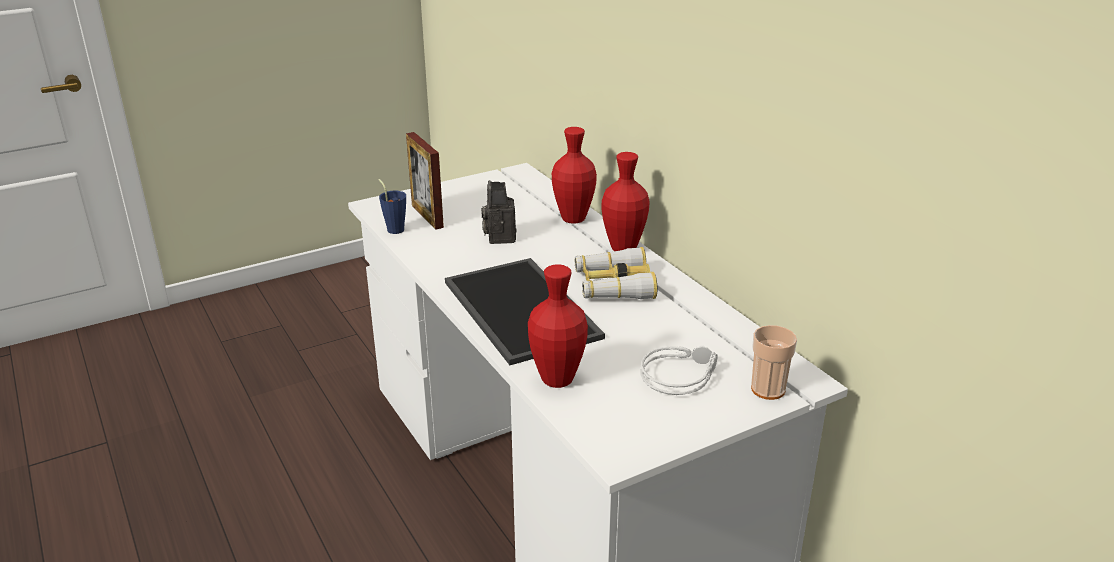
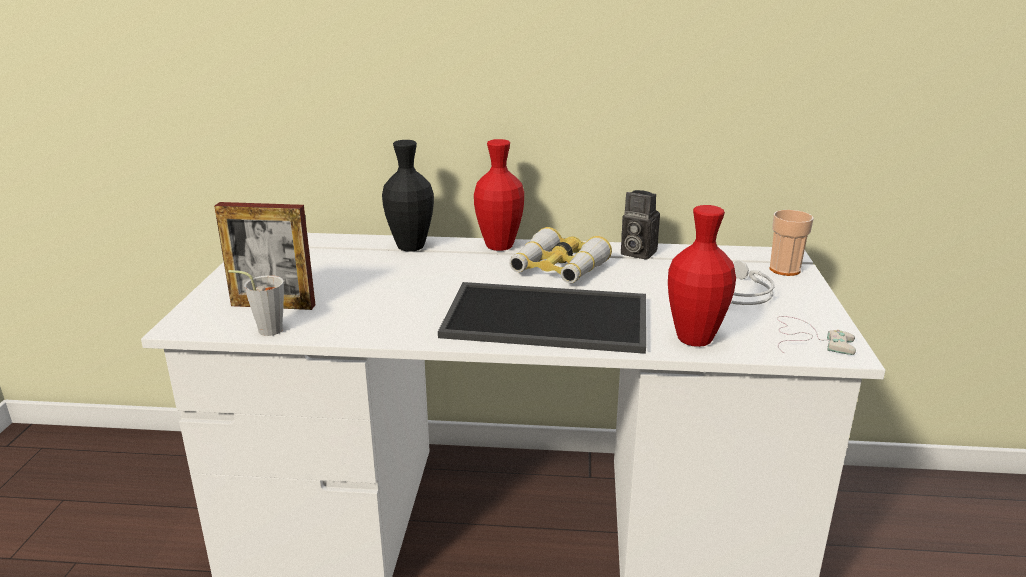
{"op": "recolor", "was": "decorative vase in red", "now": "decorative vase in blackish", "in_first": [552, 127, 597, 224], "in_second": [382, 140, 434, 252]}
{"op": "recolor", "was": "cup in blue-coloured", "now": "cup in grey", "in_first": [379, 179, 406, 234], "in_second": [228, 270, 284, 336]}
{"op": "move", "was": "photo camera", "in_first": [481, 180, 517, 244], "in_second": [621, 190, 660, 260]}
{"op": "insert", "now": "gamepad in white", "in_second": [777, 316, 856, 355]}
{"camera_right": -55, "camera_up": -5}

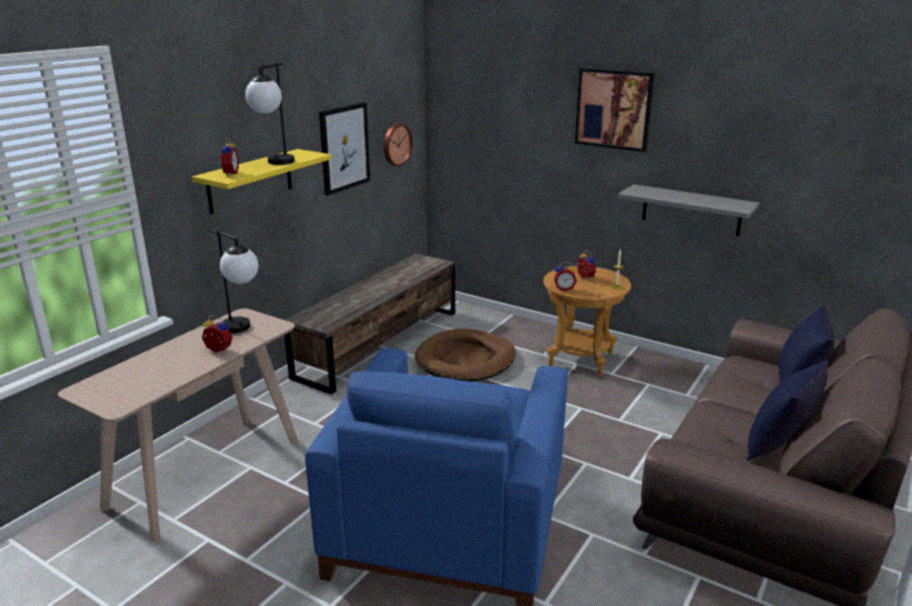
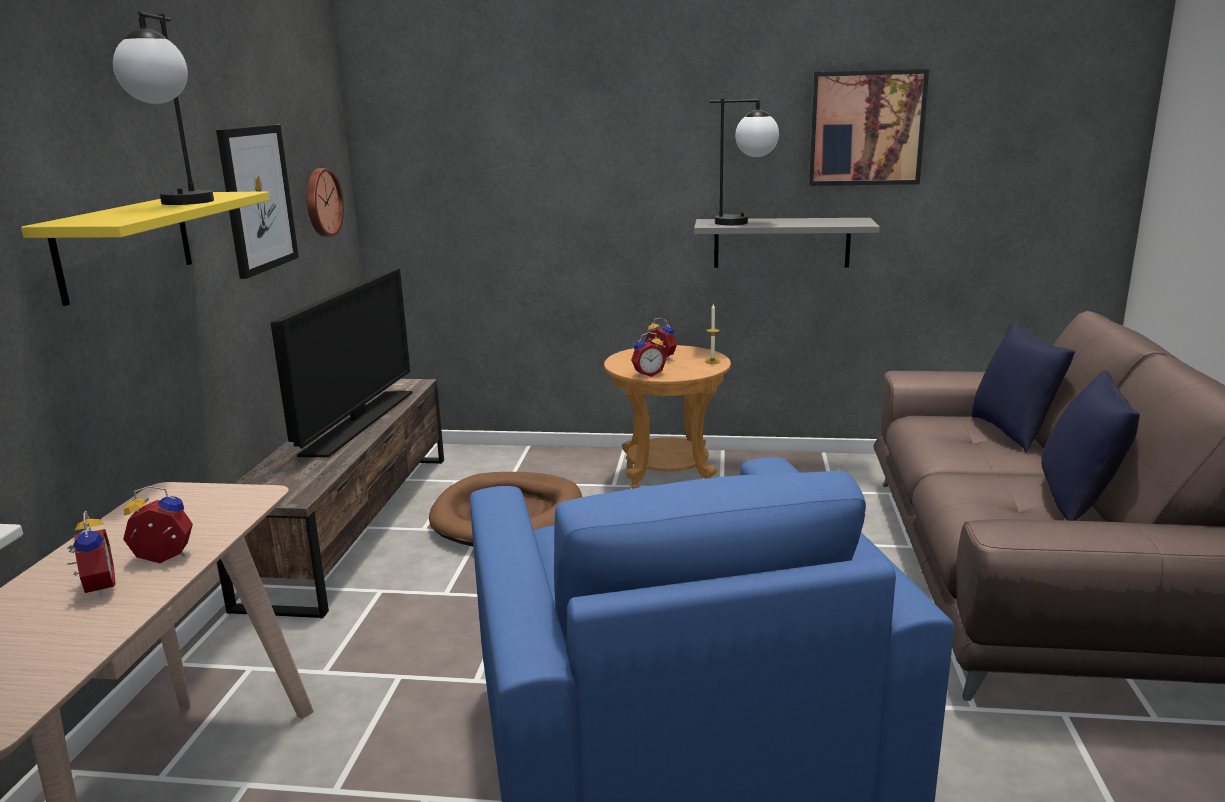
{"op": "move", "was": "wall art", "in_first": [575, 68, 655, 152], "in_second": [809, 69, 929, 186]}
{"op": "move", "was": "bedside clock", "in_first": [218, 138, 239, 176], "in_second": [67, 510, 116, 598]}
{"op": "move", "was": "table lamp", "in_first": [212, 229, 259, 333], "in_second": [710, 99, 779, 225]}
{"op": "insert", "now": "TV", "in_second": [270, 269, 412, 457]}
{"camera_right": -25, "camera_up": -5}

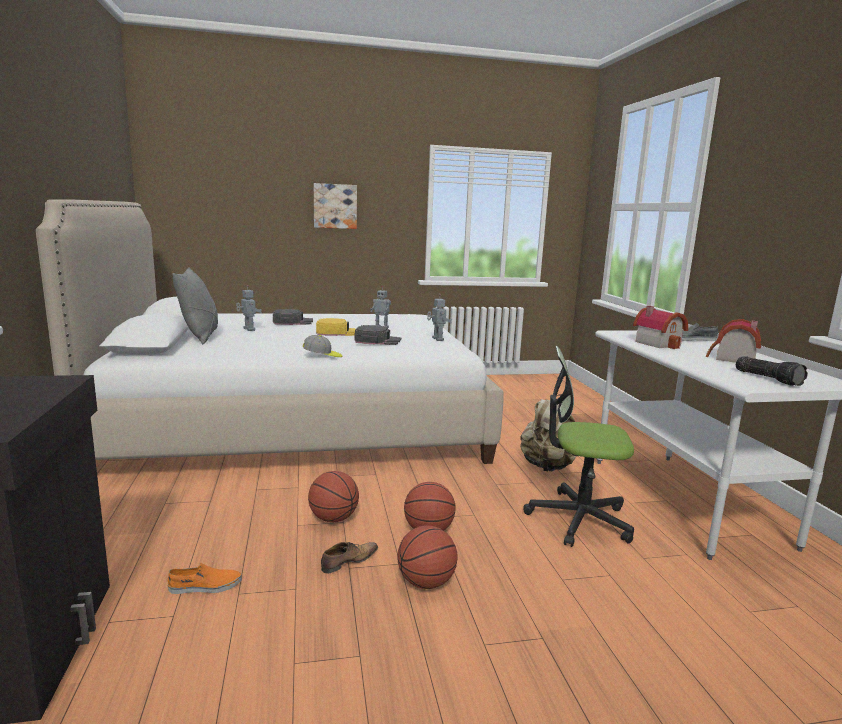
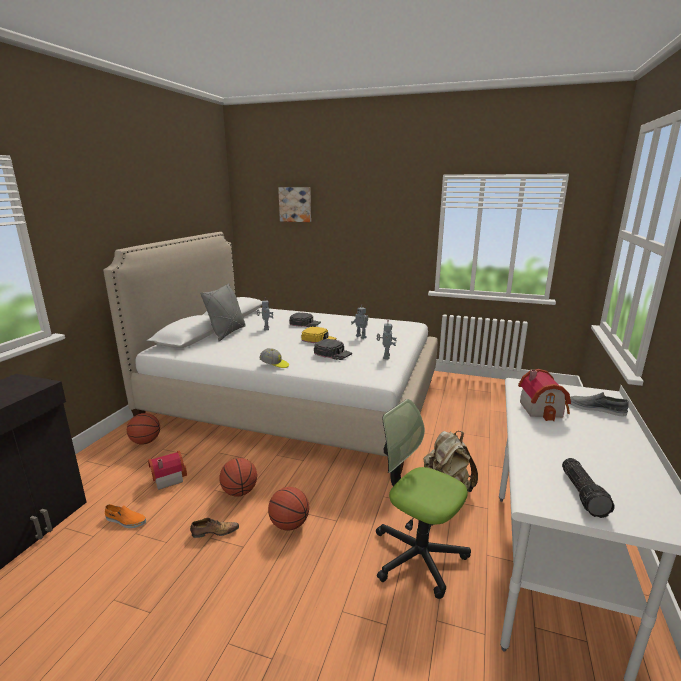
{"op": "move", "was": "wall art", "in_first": [314, 183, 357, 229], "in_second": [278, 187, 311, 222]}
{"op": "move", "was": "toy house", "in_first": [706, 319, 761, 363], "in_second": [148, 451, 187, 490]}
{"op": "move", "was": "basketball", "in_first": [397, 526, 458, 589], "in_second": [127, 413, 160, 445]}
{"camera_right": 30, "camera_up": 5}

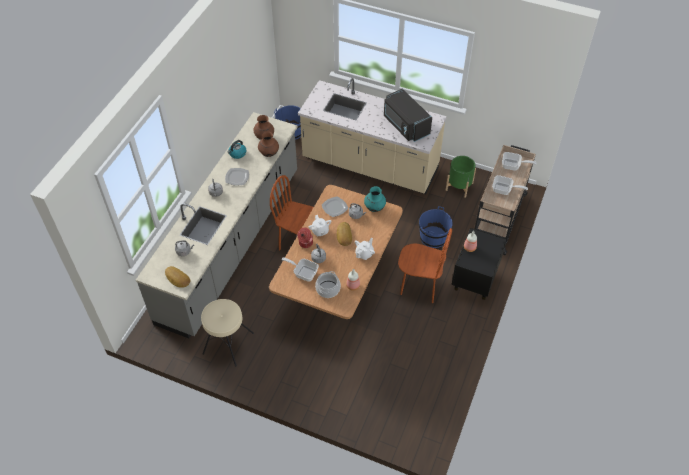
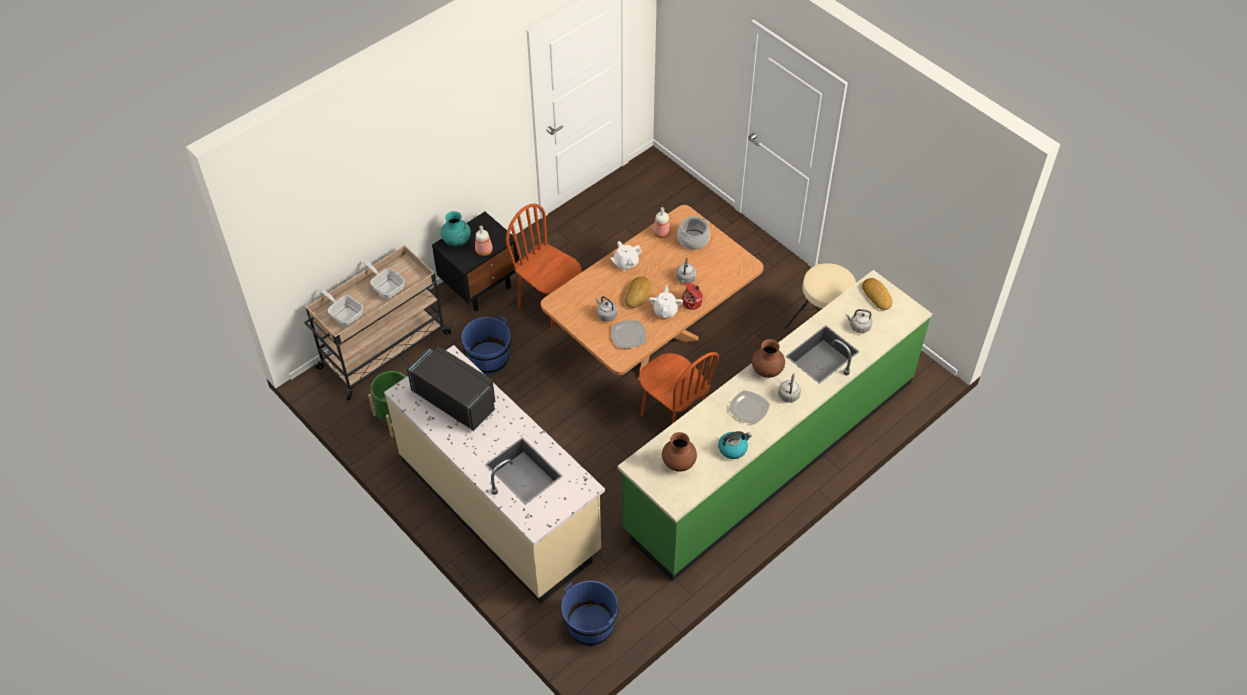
{"op": "rotate", "was": "microwave in blackish", "in_first": [384, 89, 432, 142], "in_second": [407, 346, 495, 431], "clockwise": -45}
{"op": "recolor", "was": "kitchen counter in grey", "now": "kitchen counter in green", "in_first": [136, 112, 298, 338], "in_second": [617, 270, 932, 581]}
{"op": "move", "was": "decorative vase in brownish", "in_first": [258, 131, 279, 157], "in_second": [752, 339, 785, 378]}
{"op": "move", "was": "decorative vase in blue-green", "in_first": [364, 186, 386, 212], "in_second": [441, 211, 471, 247]}
{"op": "delete", "was": "skillet", "in_first": [282, 257, 319, 282]}
{"camera_right": -155, "camera_up": 0}

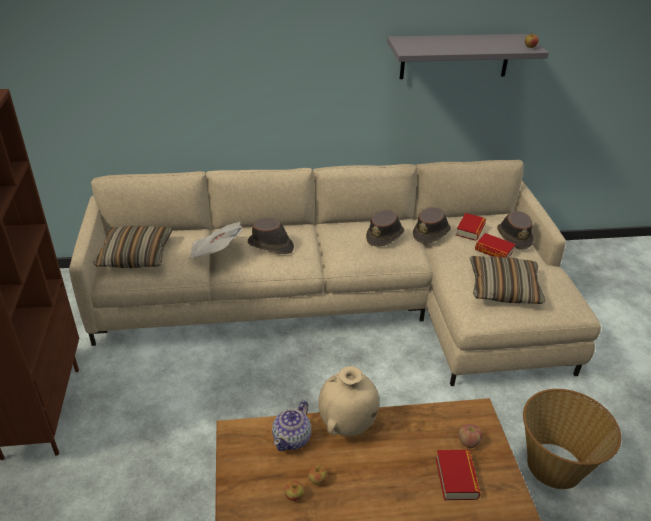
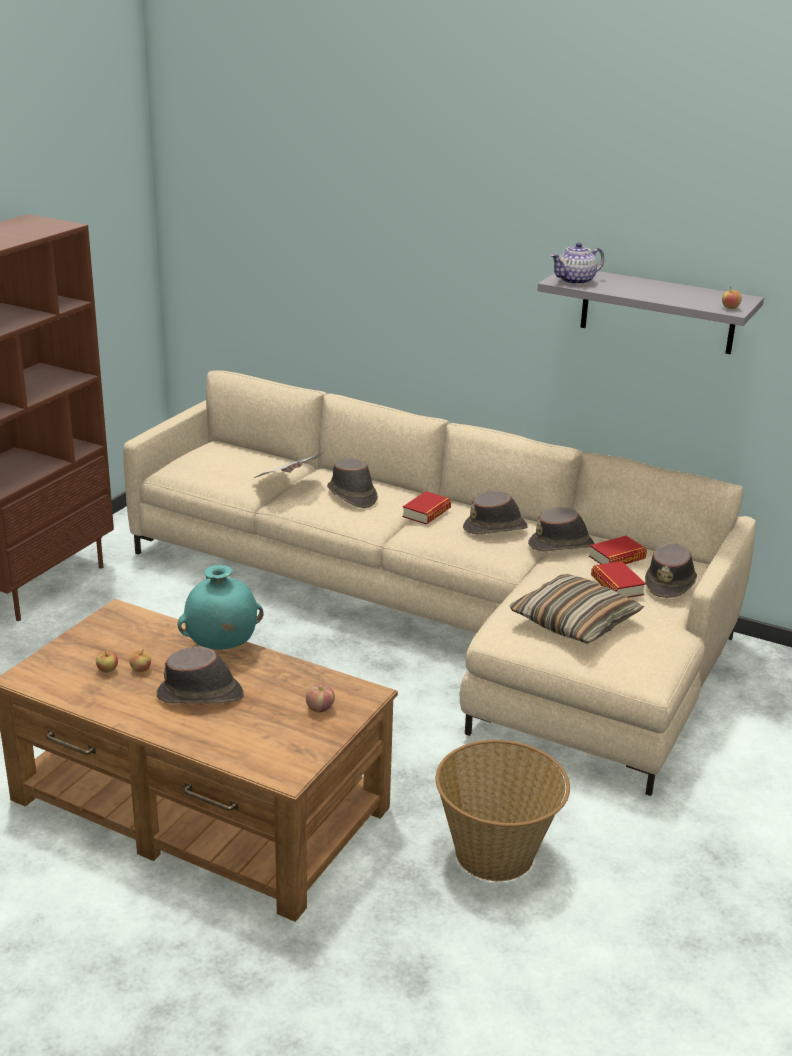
{"op": "delete", "was": "pillow", "in_first": [93, 226, 172, 268]}
{"op": "recolor", "was": "decorative vase in beige-coloured", "now": "decorative vase in blue-green", "in_first": [318, 366, 379, 436], "in_second": [178, 565, 263, 650]}
{"op": "move", "was": "teapot", "in_first": [272, 400, 311, 451], "in_second": [550, 242, 604, 285]}
{"op": "move", "was": "volume", "in_first": [436, 450, 481, 500], "in_second": [402, 491, 451, 525]}
{"op": "insert", "now": "clothing hat in brownish", "in_second": [157, 646, 244, 704]}
{"camera_right": 35, "camera_up": -10}

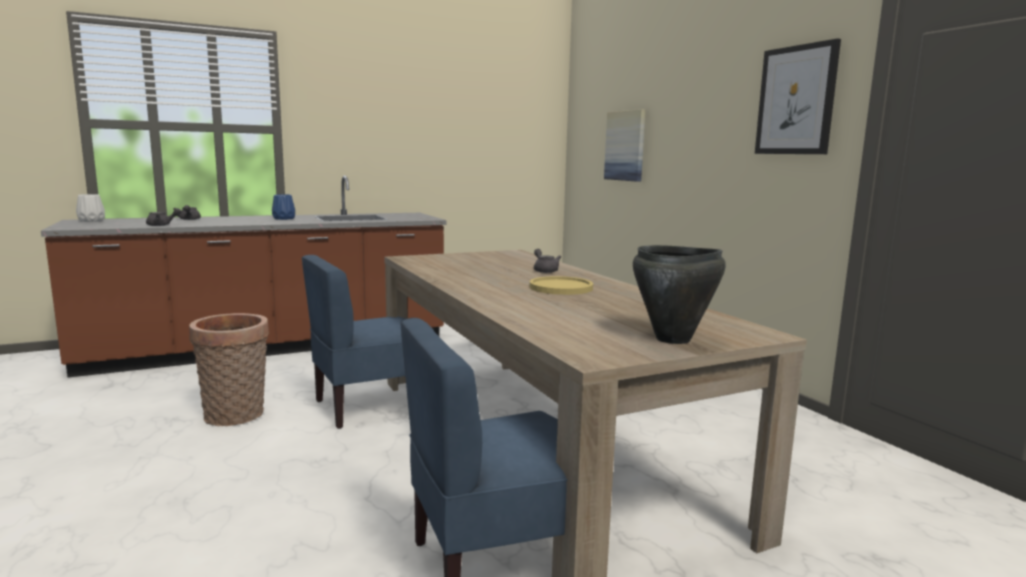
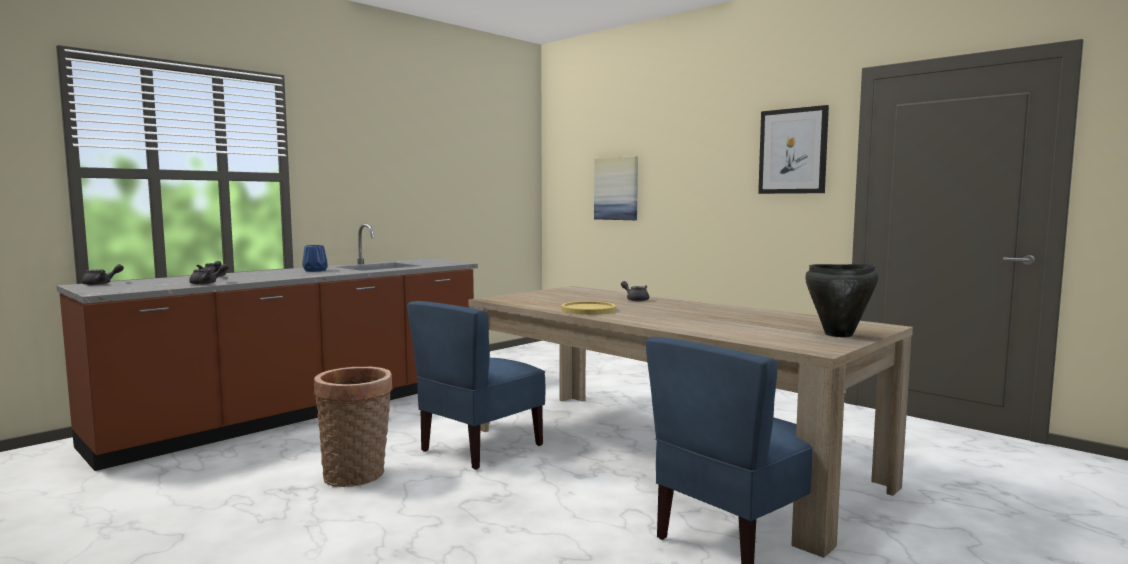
{"op": "replace", "was": "decorative vase in white", "now": "teapot in grey", "in_first": [76, 194, 105, 222], "in_second": [82, 264, 124, 285]}
{"op": "move", "was": "plate in yellowish", "in_first": [530, 276, 593, 295], "in_second": [561, 301, 616, 315]}
{"camera_right": -20, "camera_up": -5}

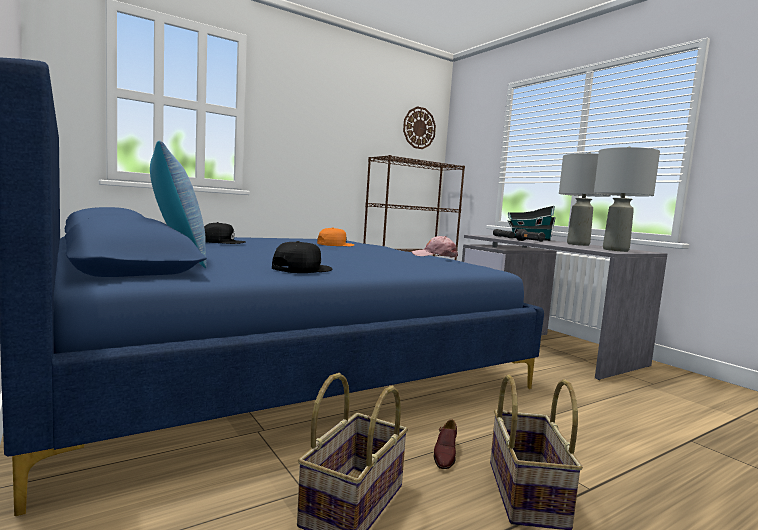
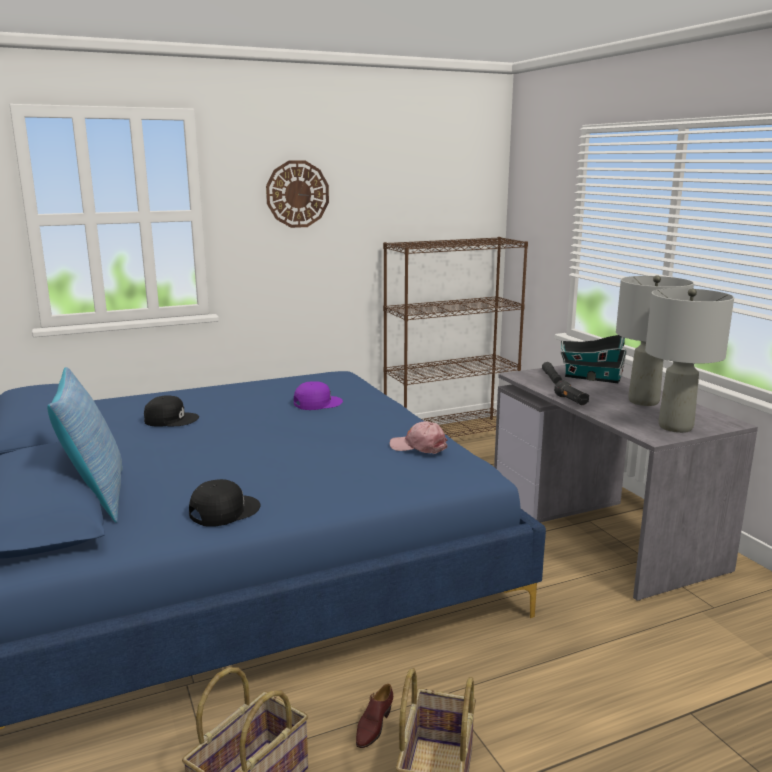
{"op": "move", "was": "clock on the wall", "in_first": [403, 106, 436, 149], "in_second": [266, 161, 329, 228]}
{"op": "recolor", "was": "cap in orange", "now": "cap in purple", "in_first": [317, 227, 354, 246], "in_second": [294, 381, 343, 410]}
{"camera_right": 10, "camera_up": 10}

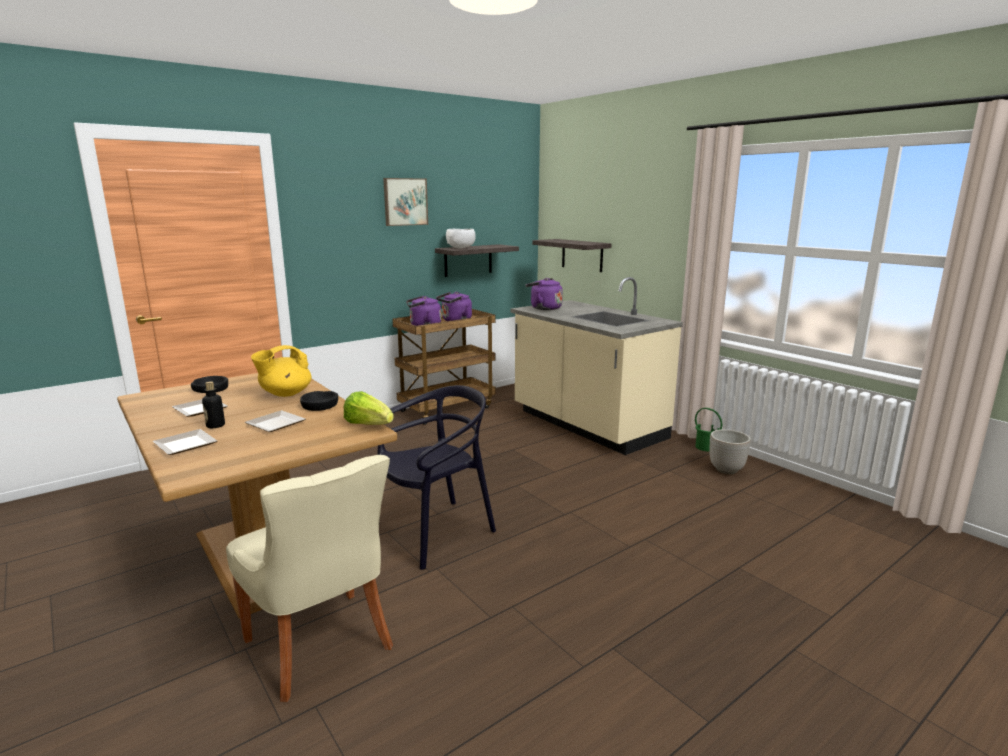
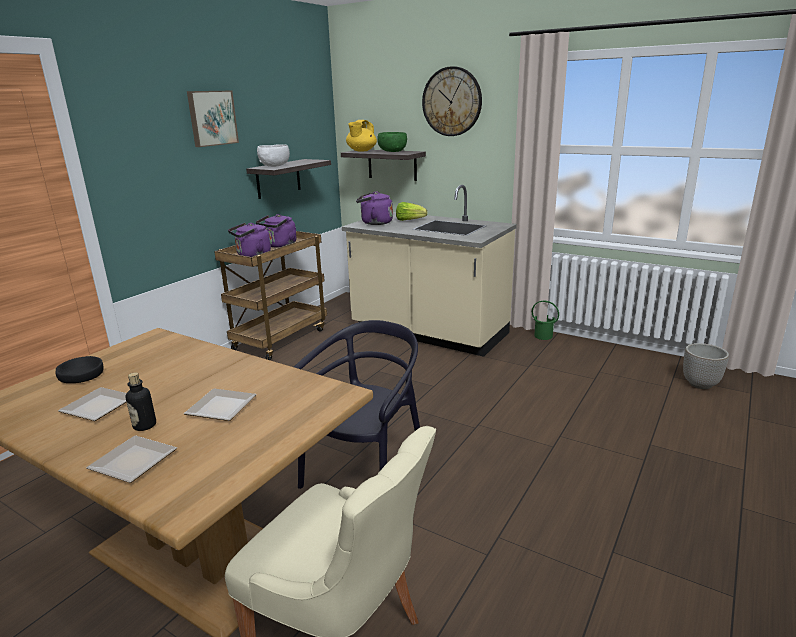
{"op": "move", "was": "teapot in yellowish", "in_first": [251, 345, 311, 397], "in_second": [346, 120, 377, 151]}
{"op": "delete", "was": "deep dish in blackish", "in_first": [300, 391, 338, 411]}
{"op": "move", "was": "lettuce", "in_first": [344, 391, 394, 425], "in_second": [396, 202, 427, 221]}
{"op": "move", "was": "plant pot", "in_first": [710, 429, 751, 474], "in_second": [683, 343, 729, 389]}
{"op": "insert", "now": "clock on the wall", "in_second": [422, 66, 482, 136]}
{"op": "insert", "now": "deep dish in green", "in_second": [377, 132, 407, 152]}
{"camera_right": -20, "camera_up": 5}

